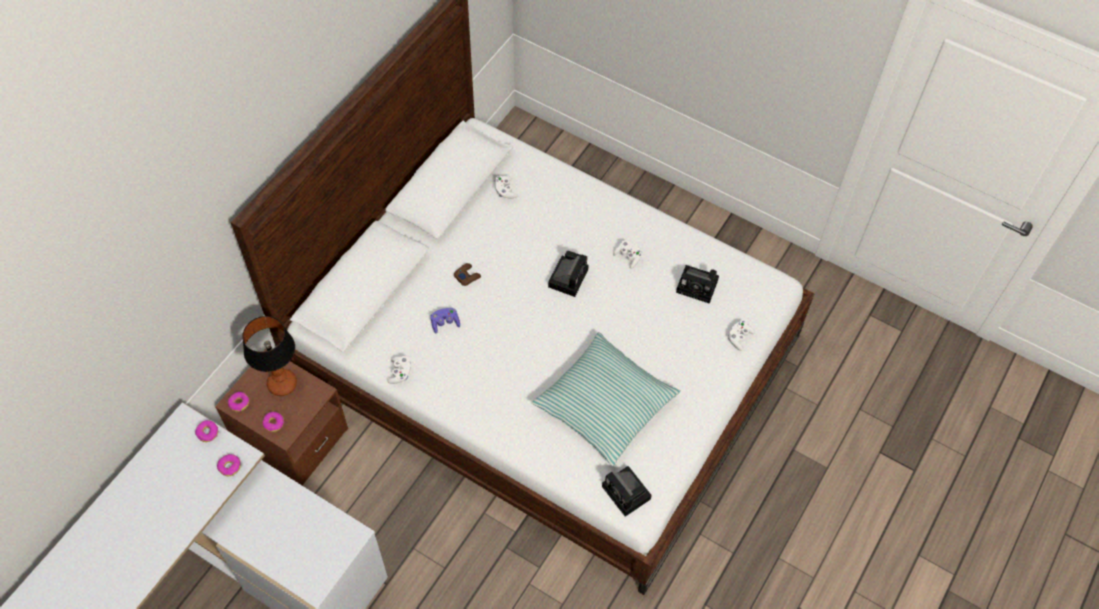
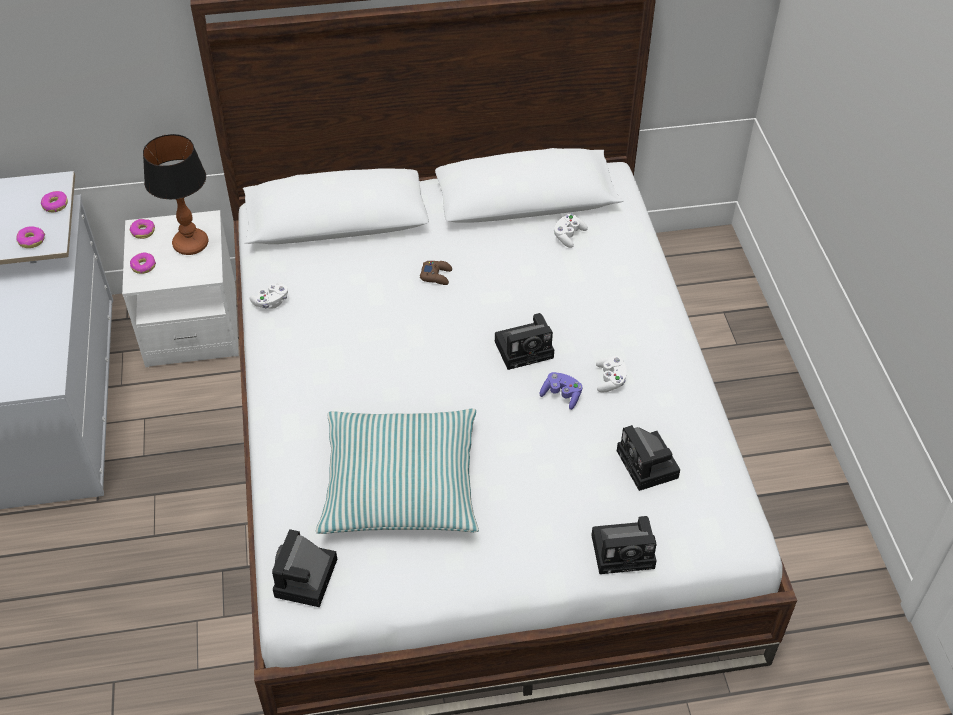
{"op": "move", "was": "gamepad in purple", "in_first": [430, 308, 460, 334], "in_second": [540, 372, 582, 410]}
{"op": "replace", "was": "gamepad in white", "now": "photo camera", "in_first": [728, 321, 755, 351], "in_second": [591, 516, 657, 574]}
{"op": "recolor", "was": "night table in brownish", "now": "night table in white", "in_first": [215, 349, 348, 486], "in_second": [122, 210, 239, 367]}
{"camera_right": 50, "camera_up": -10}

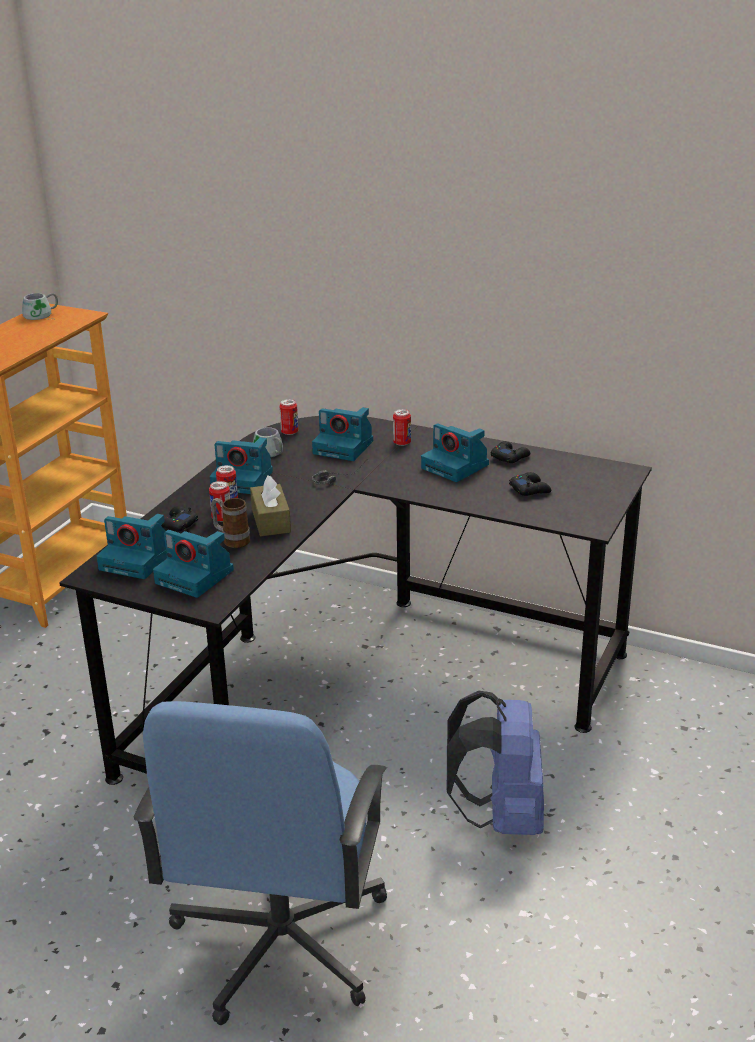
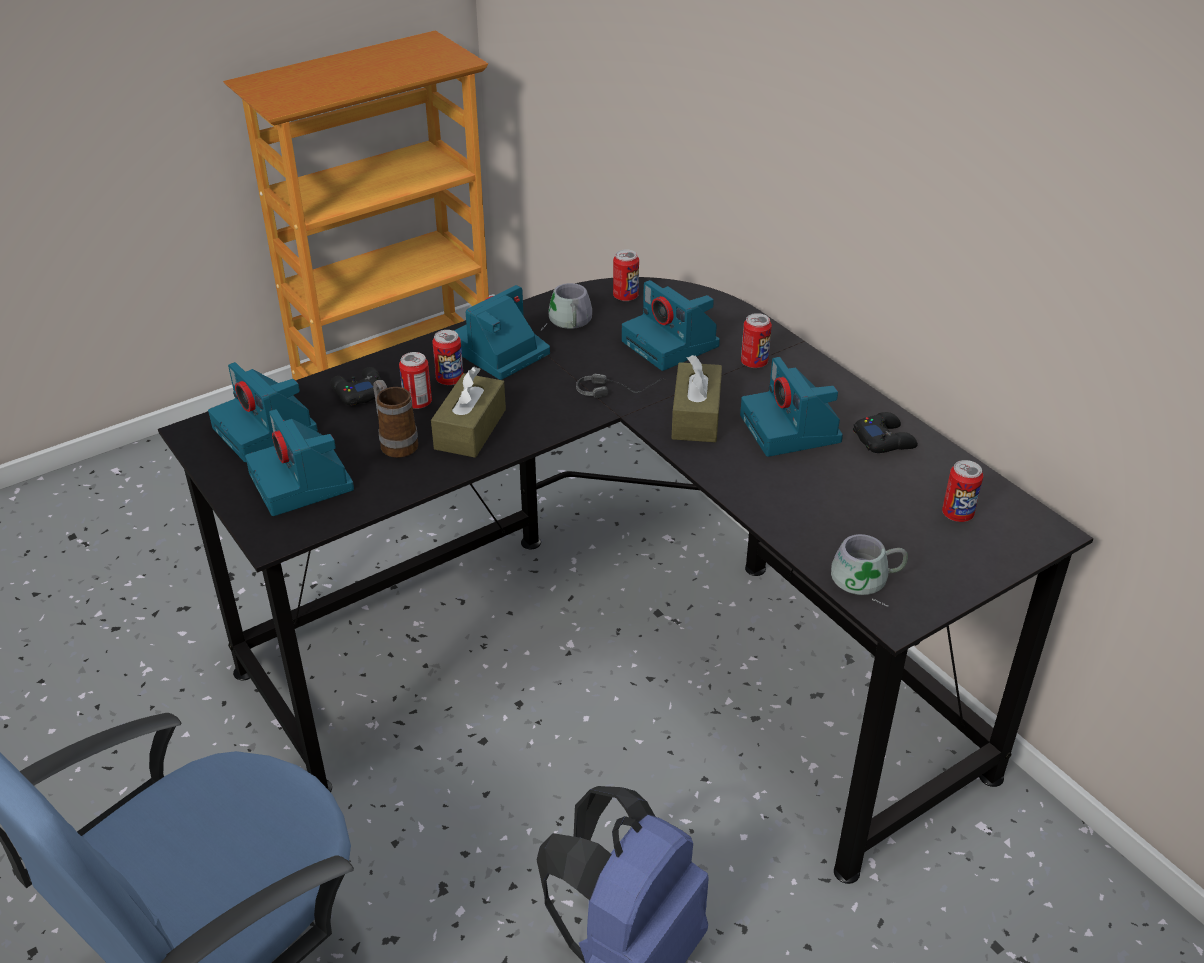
{"op": "move", "was": "tea mug in grey", "in_first": [22, 293, 58, 320], "in_second": [831, 534, 908, 606]}
{"op": "rotate", "was": "photo camera", "in_first": [210, 437, 273, 494], "in_second": [454, 285, 550, 380], "clockwise": 90}
{"op": "delete", "was": "gamepad in blackish", "in_first": [509, 472, 551, 496]}
{"op": "insert", "now": "box of tissues in brownish", "in_second": [671, 355, 722, 442]}
{"op": "insert", "now": "sealed can", "in_second": [942, 460, 983, 522]}
{"camera_right": 30, "camera_up": 10}

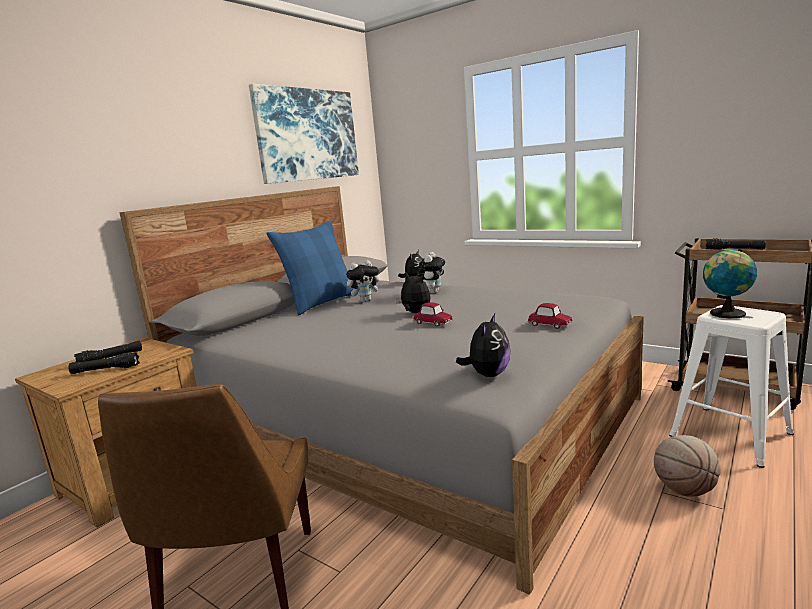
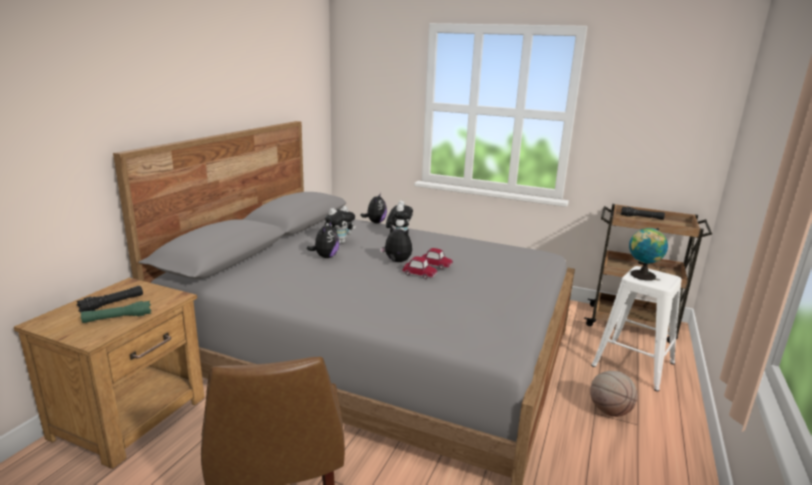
{"op": "delete", "was": "wall art", "in_first": [249, 84, 359, 184]}
{"op": "delete", "was": "pillow in blue-coloured", "in_first": [266, 221, 358, 315]}
{"op": "move", "was": "toy car", "in_first": [528, 303, 573, 329], "in_second": [422, 248, 453, 269]}
{"op": "move", "was": "cuddly toy", "in_first": [456, 314, 511, 377], "in_second": [307, 221, 339, 258]}
{"op": "recolor", "was": "torch in blackish", "now": "torch in green", "in_first": [68, 352, 140, 374], "in_second": [81, 301, 151, 323]}
{"camera_right": -15, "camera_up": 5}

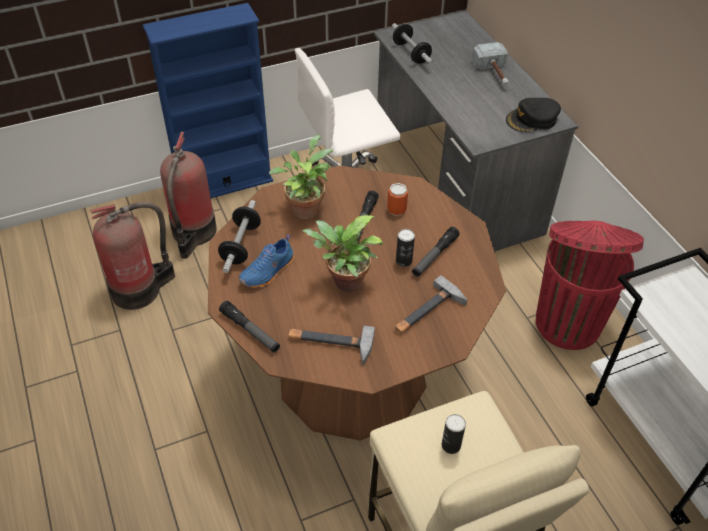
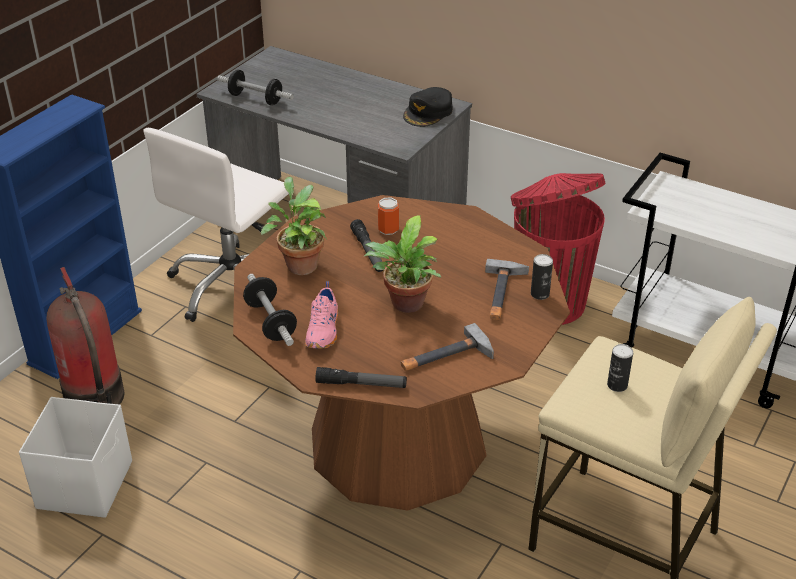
{"op": "delete", "was": "tool hammer", "in_first": [472, 42, 509, 85]}
{"op": "replace", "was": "extinguisher", "now": "storage container in white", "in_first": [90, 202, 175, 310], "in_second": [19, 397, 132, 518]}
{"op": "delete", "was": "torch", "in_first": [412, 227, 460, 277]}
{"op": "move", "was": "sealed can", "in_first": [396, 229, 415, 267], "in_second": [531, 254, 553, 300]}
{"op": "recolor", "was": "low shoe in blue-coloured", "now": "low shoe in pink-coloured", "in_first": [239, 234, 294, 288], "in_second": [305, 281, 338, 348]}
{"camera_right": -35, "camera_up": -10}

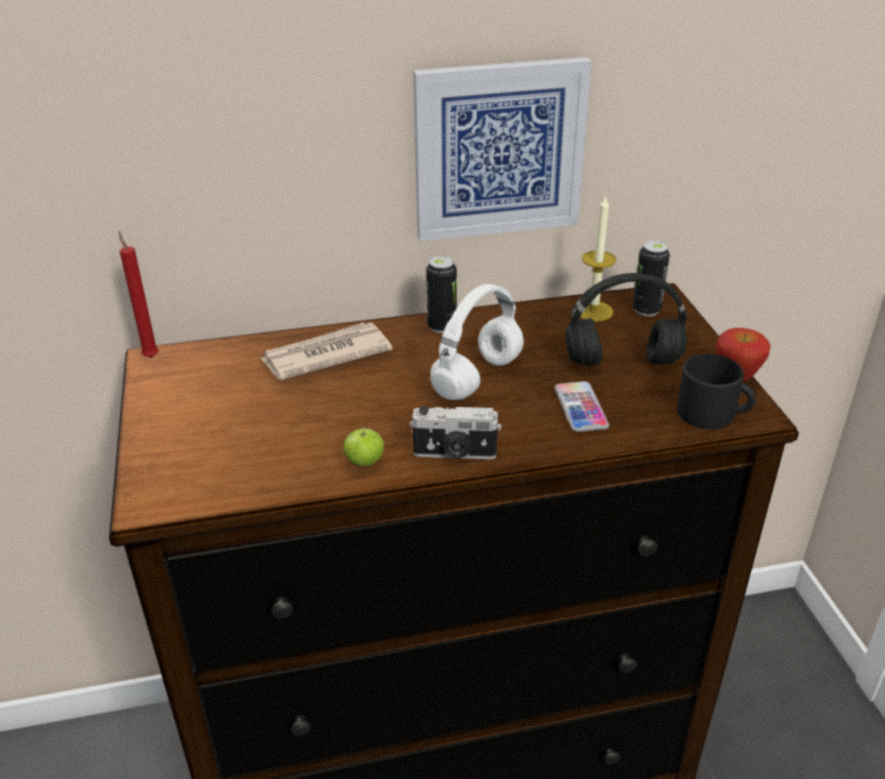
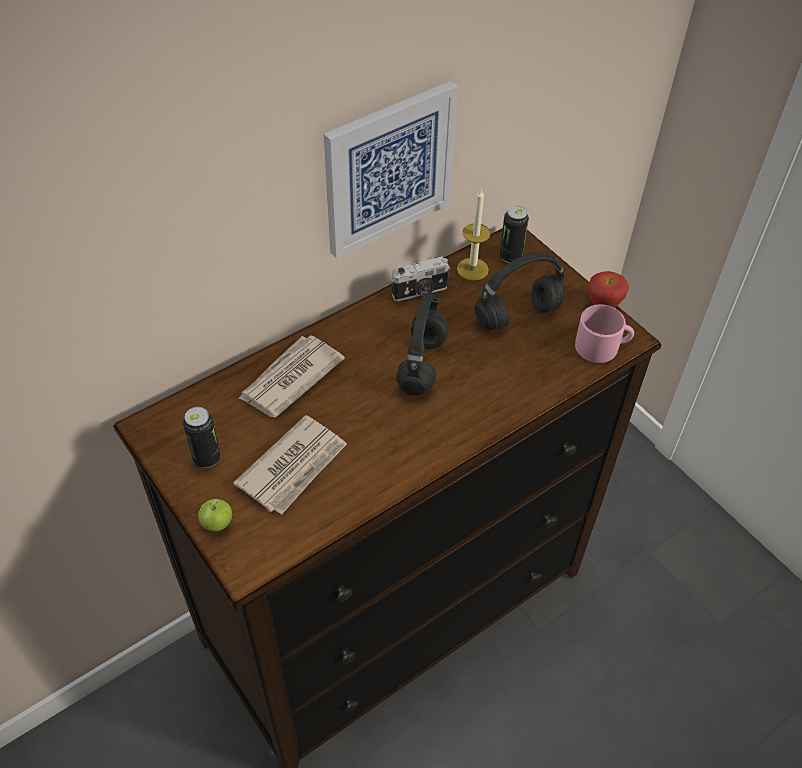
{"op": "delete", "was": "wax candle in red", "in_first": [118, 231, 159, 358]}
{"op": "move", "was": "sealed can", "in_first": [426, 256, 457, 333], "in_second": [183, 407, 221, 468]}
{"op": "recolor", "was": "pair of headphones in white", "now": "pair of headphones in blackish", "in_first": [430, 284, 523, 400], "in_second": [396, 293, 448, 395]}
{"op": "recolor", "was": "tea mug in blackish", "now": "tea mug in pink-coloured", "in_first": [677, 354, 756, 429], "in_second": [575, 304, 634, 363]}
{"op": "delete", "was": "telephone", "in_first": [555, 381, 609, 432]}
{"op": "move", "was": "photo camera", "in_first": [409, 406, 501, 459], "in_second": [390, 256, 450, 301]}
{"op": "move", "was": "whole apple", "in_first": [343, 427, 384, 466], "in_second": [198, 499, 232, 531]}
{"op": "insert", "now": "daily paper", "in_second": [233, 415, 347, 515]}
{"camera_right": -25, "camera_up": 15}

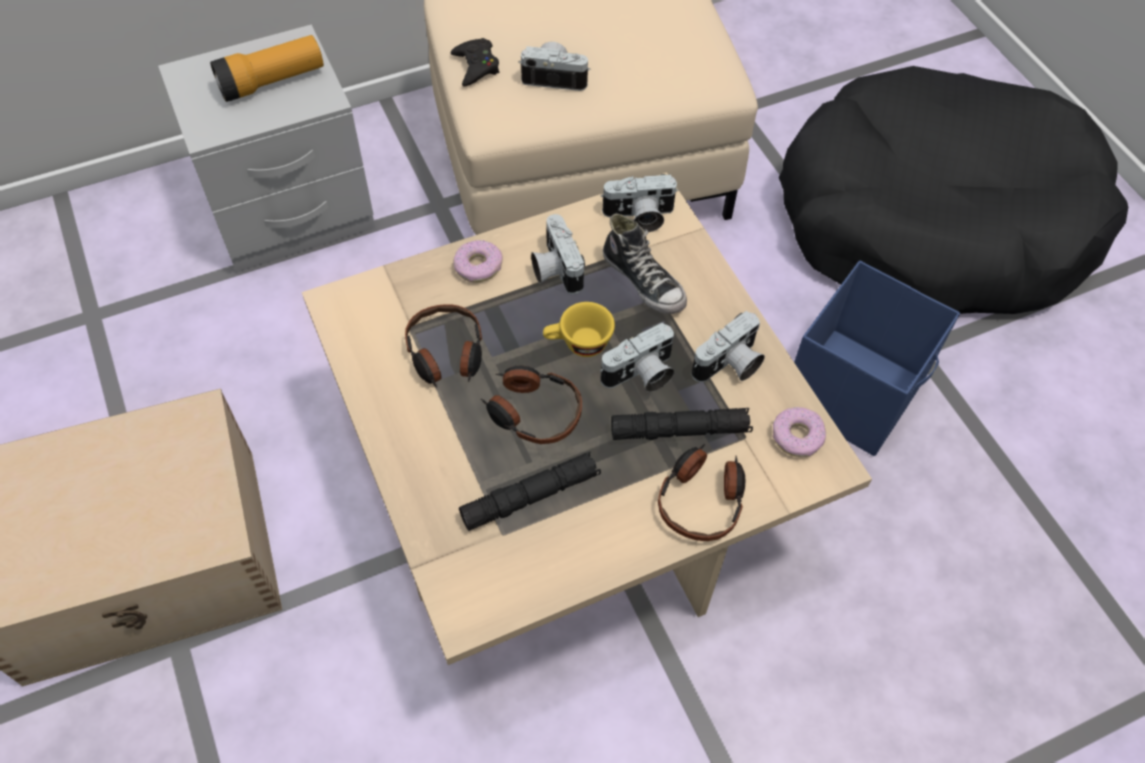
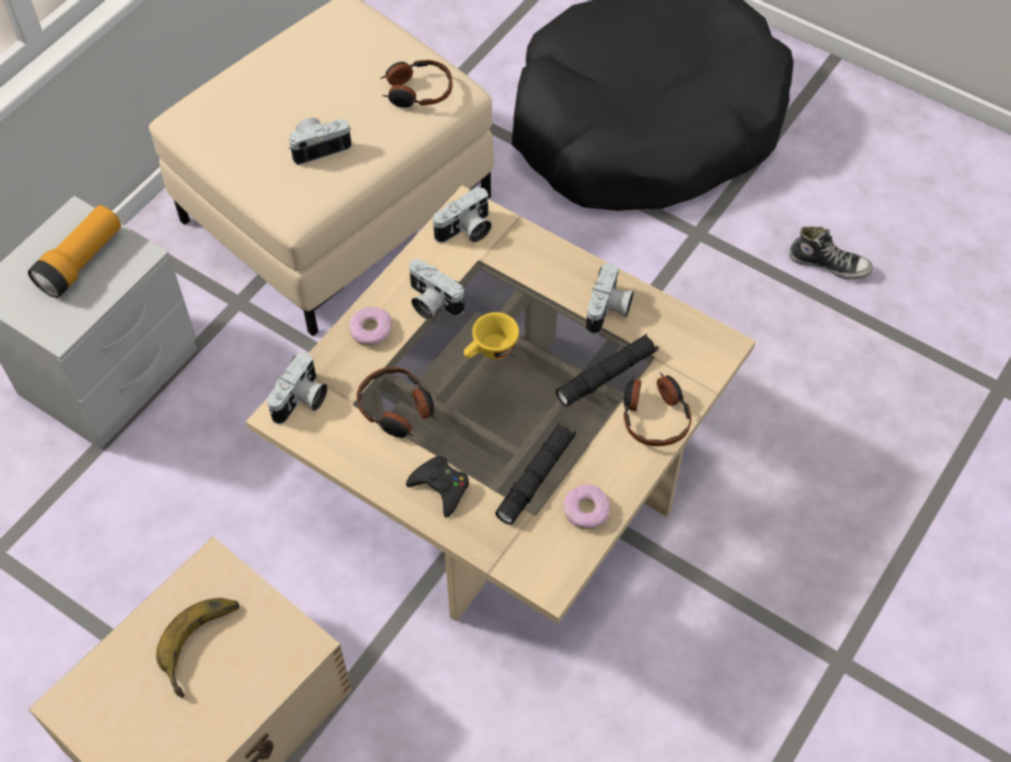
{"op": "move", "was": "gamepad in blackish", "in_first": [451, 38, 499, 86], "in_second": [406, 456, 469, 517]}
{"op": "move", "was": "low shoe", "in_first": [603, 213, 687, 314], "in_second": [789, 226, 873, 280]}
{"op": "delete", "was": "storage container in blue-coloured", "in_first": [794, 261, 960, 456]}
{"op": "move", "was": "photo camera", "in_first": [600, 322, 674, 392], "in_second": [267, 352, 327, 424]}
{"op": "move", "was": "pair of headphones", "in_first": [481, 366, 582, 444], "in_second": [380, 60, 453, 108]}
{"op": "move", "was": "doughnut", "in_first": [772, 407, 826, 457], "in_second": [563, 484, 610, 529]}
{"op": "insert", "now": "banana fruit", "in_second": [156, 598, 239, 698]}
{"camera_right": -30, "camera_up": 0}

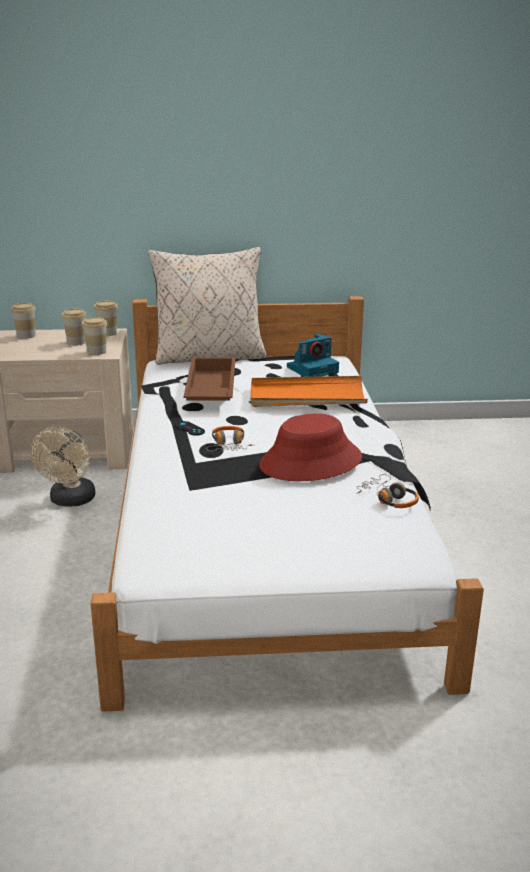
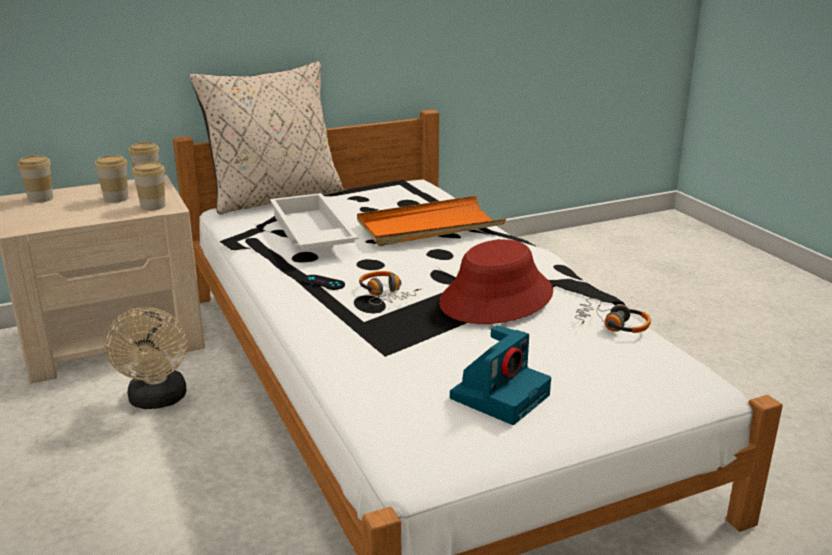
{"op": "move", "was": "photo camera", "in_first": [287, 334, 339, 377], "in_second": [450, 325, 551, 425]}
{"op": "recolor", "was": "tray in brownish", "now": "tray in white", "in_first": [184, 357, 236, 401], "in_second": [270, 193, 358, 249]}
{"camera_right": -20, "camera_up": 0}

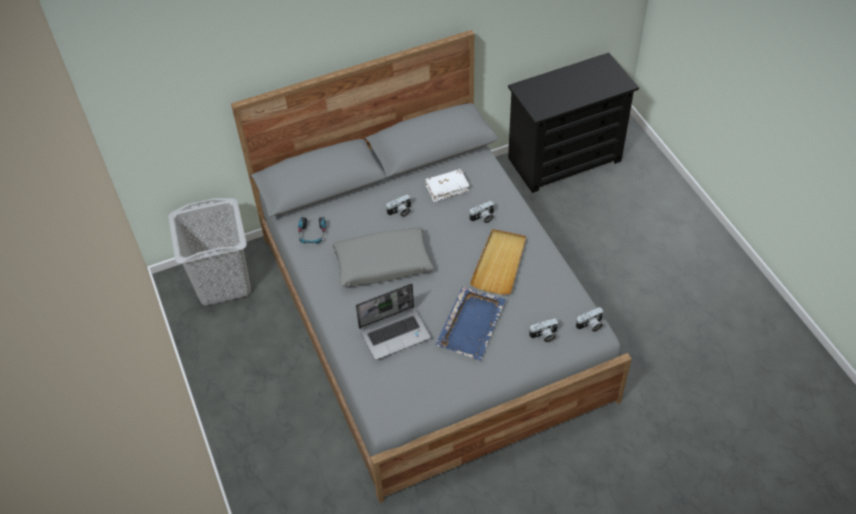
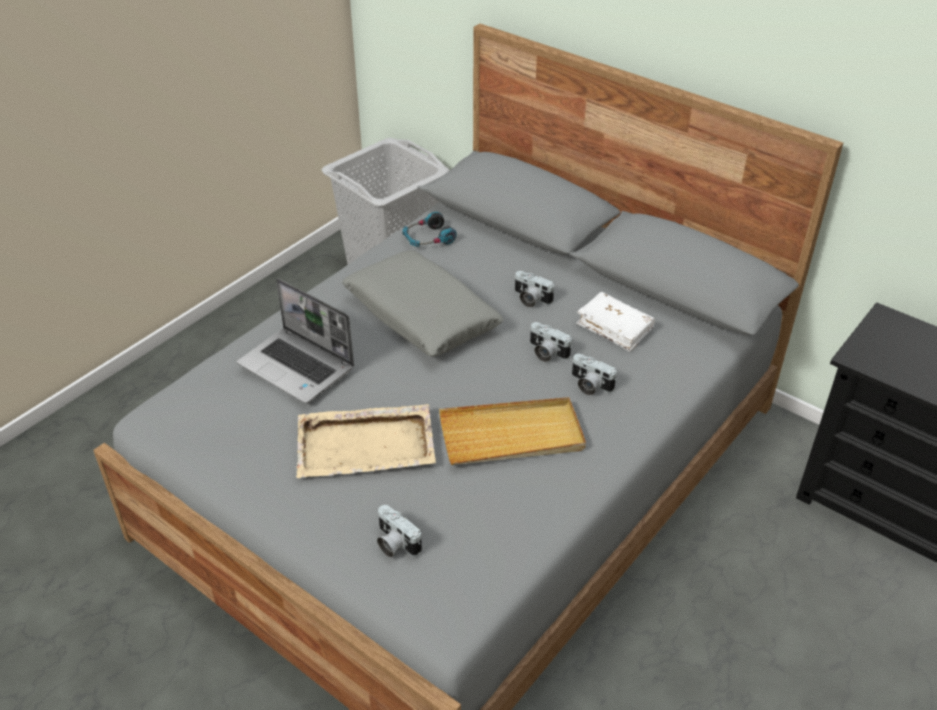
{"op": "recolor", "was": "tray in blue-coloured", "now": "tray in beige-coloured", "in_first": [436, 286, 506, 361], "in_second": [296, 404, 436, 479]}
{"op": "move", "was": "photo camera", "in_first": [576, 307, 603, 332], "in_second": [530, 322, 572, 362]}
{"camera_right": 60, "camera_up": -10}

